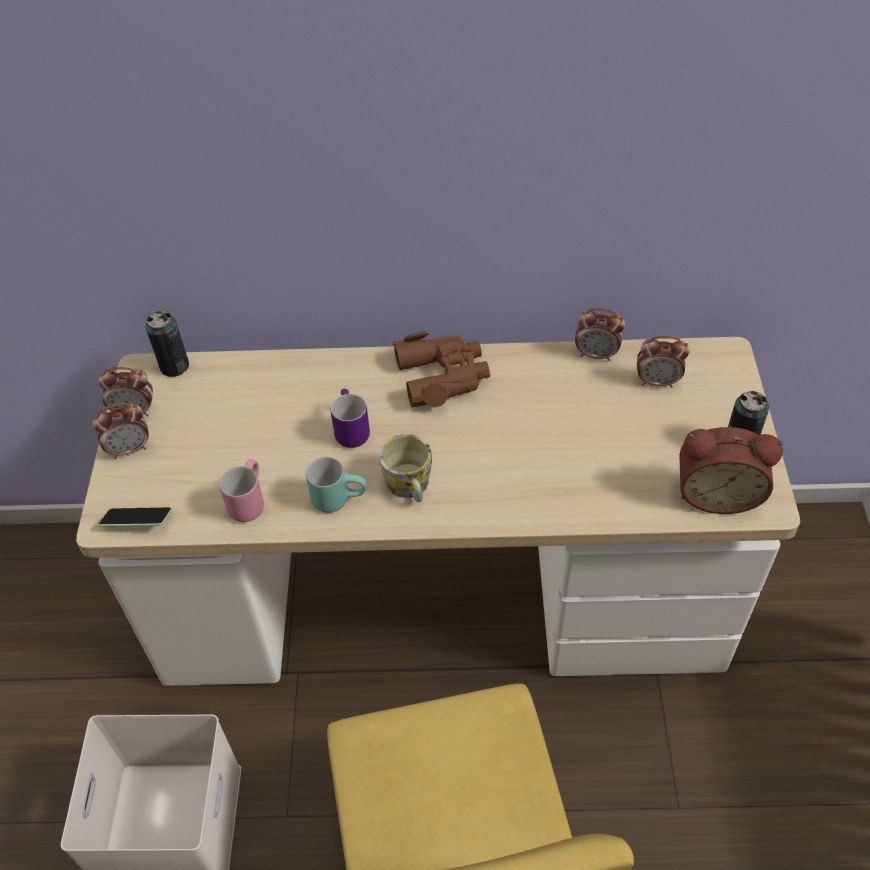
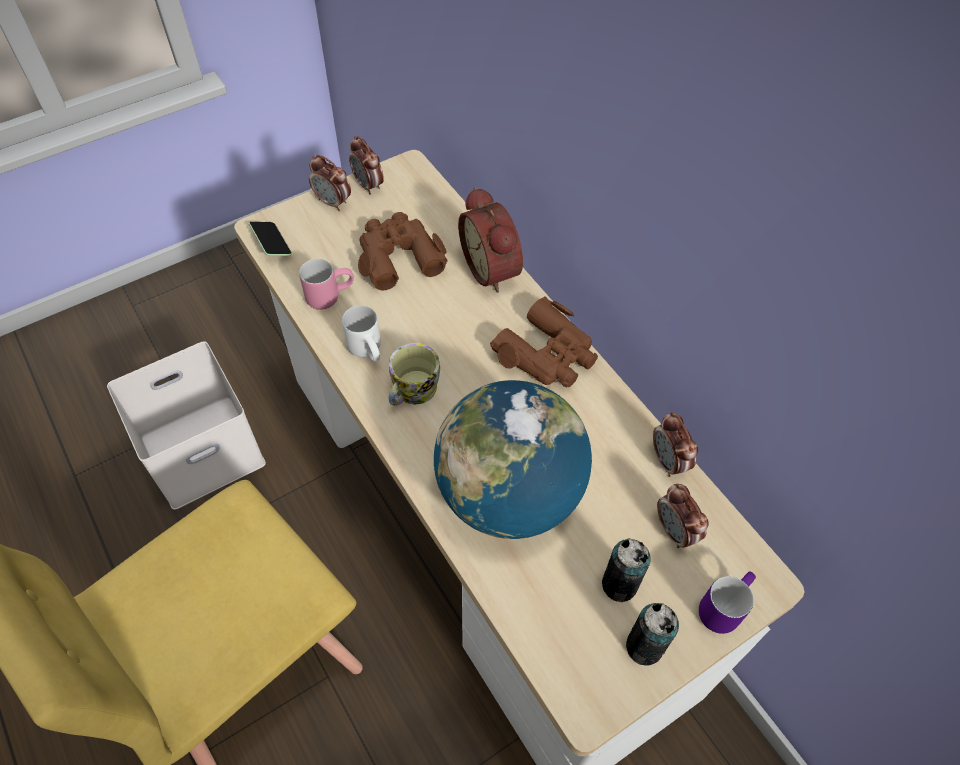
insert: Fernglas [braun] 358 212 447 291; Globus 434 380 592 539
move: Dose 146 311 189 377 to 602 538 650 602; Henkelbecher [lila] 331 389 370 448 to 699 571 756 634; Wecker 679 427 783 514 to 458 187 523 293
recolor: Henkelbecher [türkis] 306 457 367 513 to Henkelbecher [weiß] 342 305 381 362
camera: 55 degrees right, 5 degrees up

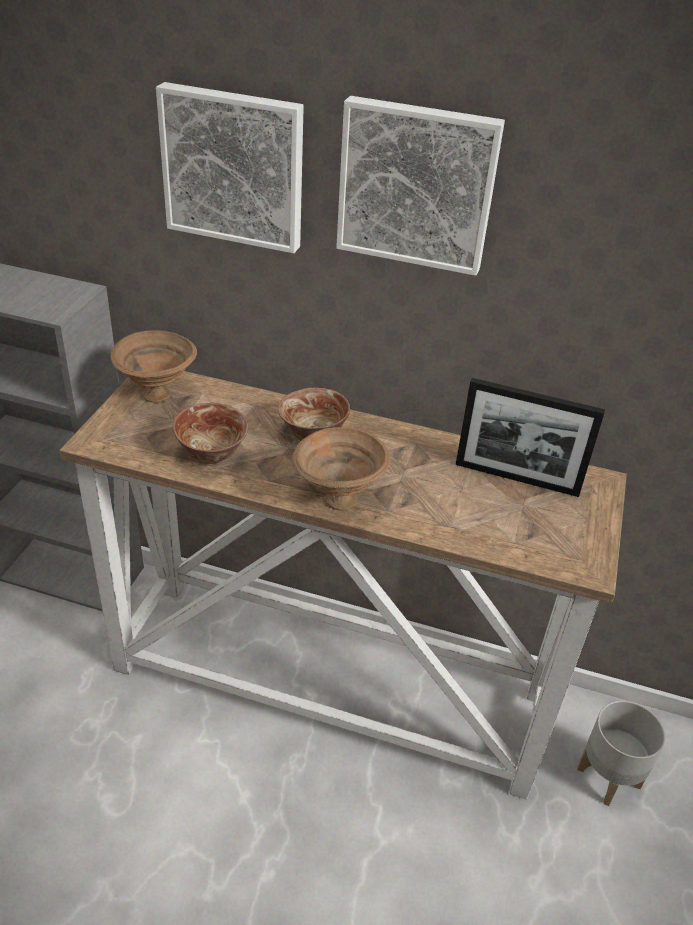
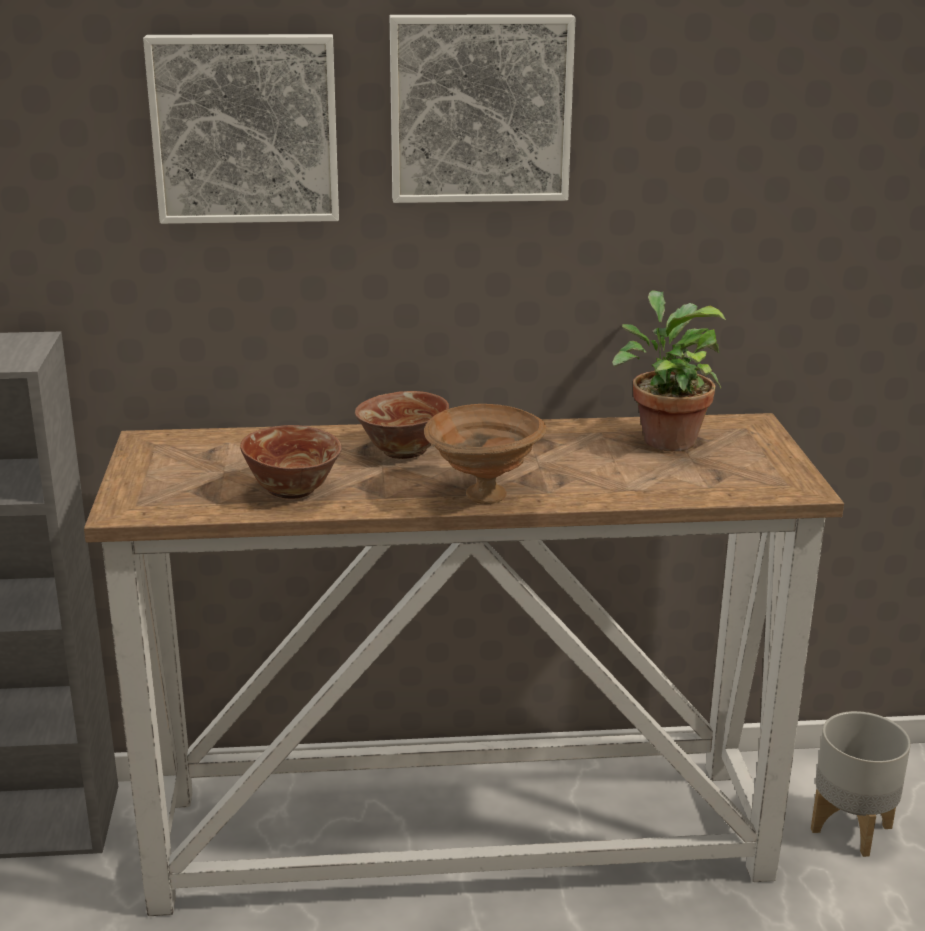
delete: Schüssel [braun] 110 330 197 403
replace: Bilderrahmen 456 378 605 497 to Topfpflanze 612 291 726 451
camera: 20 degrees left, 15 degrees down

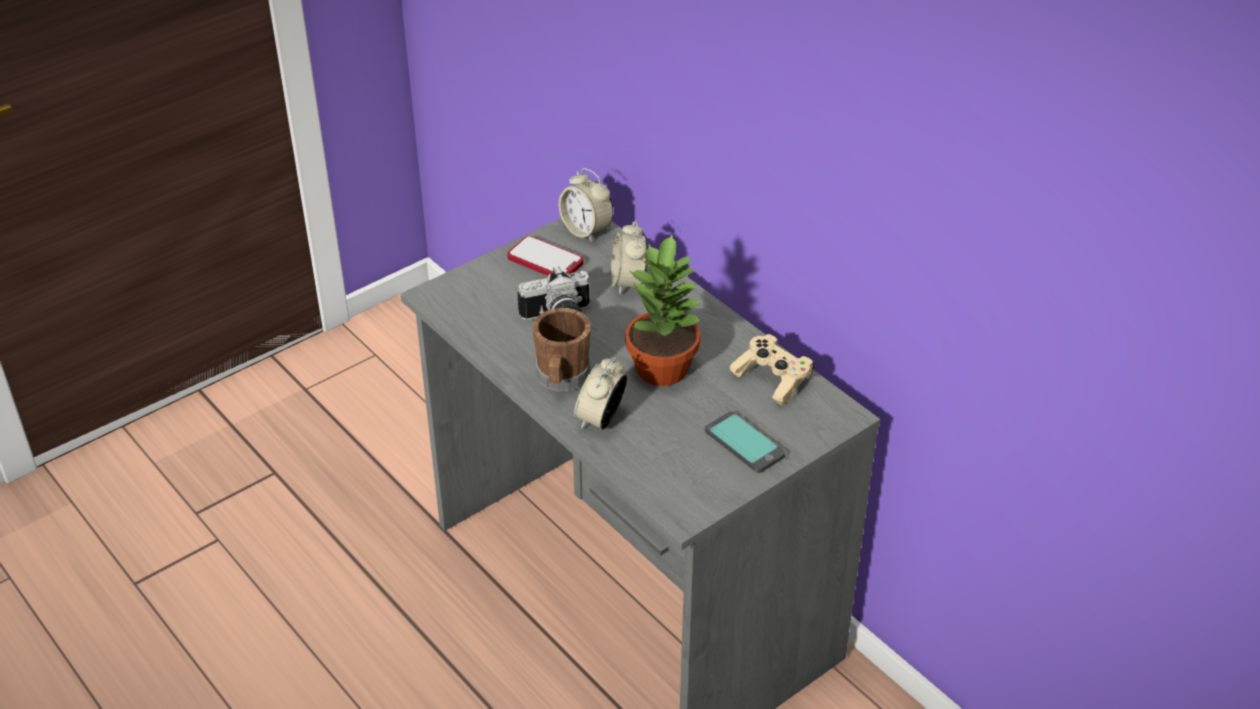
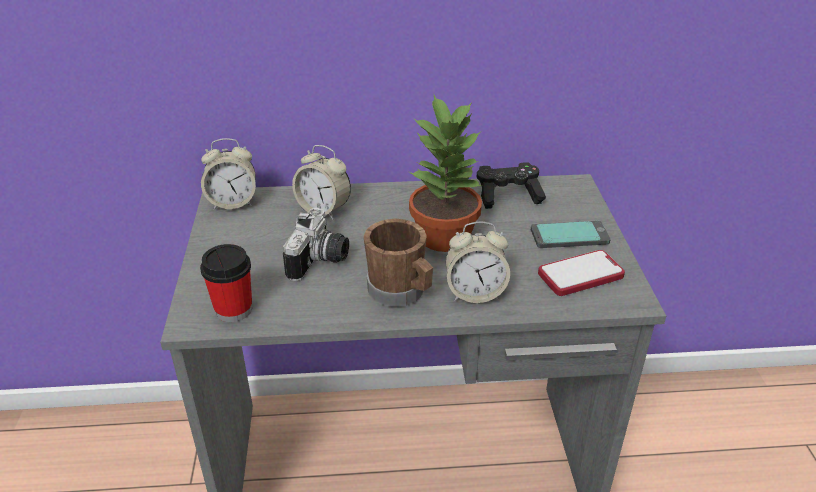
insert: Tasse 200 244 252 322
move: Handy 507 236 583 276 to 538 250 625 296
recolor: Gamepad [beige] 730 334 814 405 to Gamepad [schwarz] 477 162 546 209
rotate: Wecker 574 357 627 429 = 445 222 510 303 60 degrees counterclockwise
camera: 55 degrees left, 5 degrees down

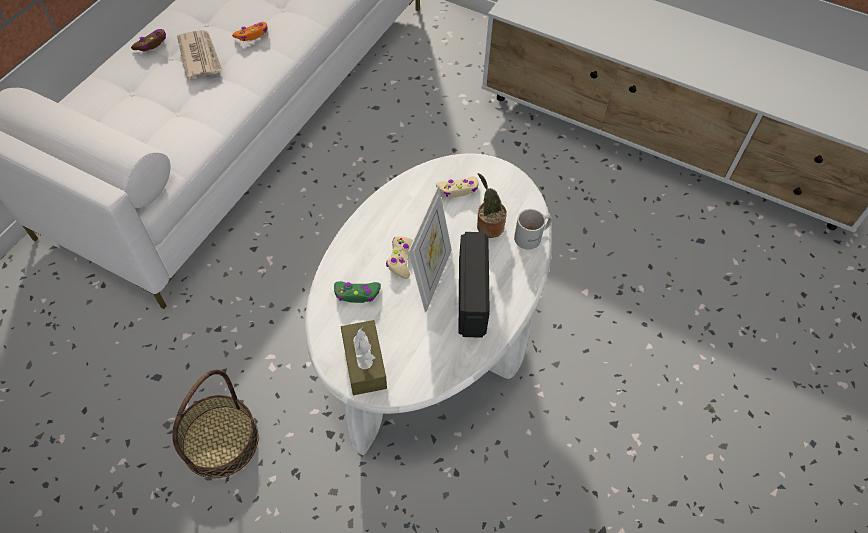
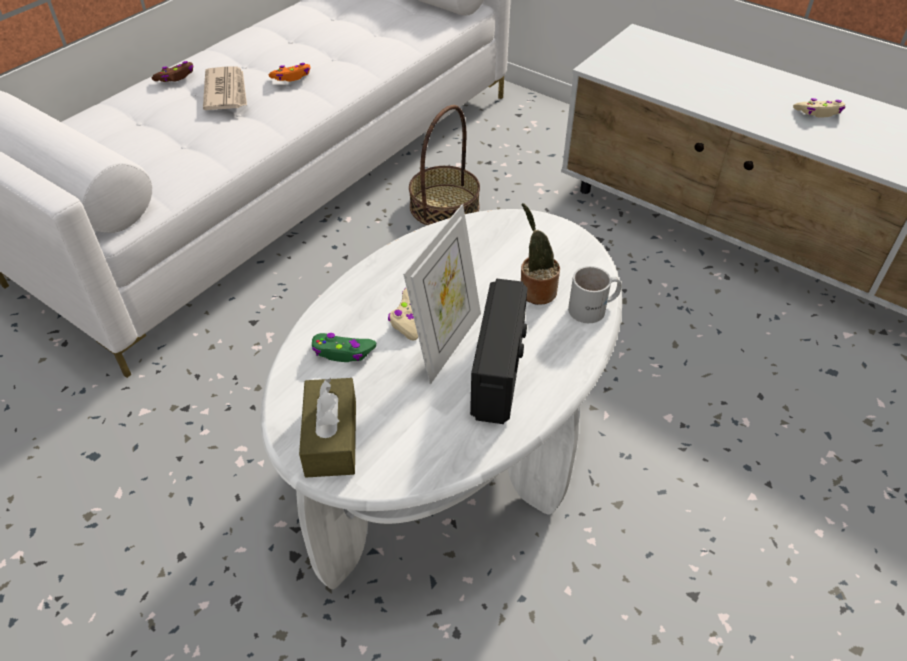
move: Gamepad [beige] 436 176 479 197 to 793 98 845 117; Korb 172 370 259 478 to 409 105 480 225
camera: 10 degrees right, 10 degrees down

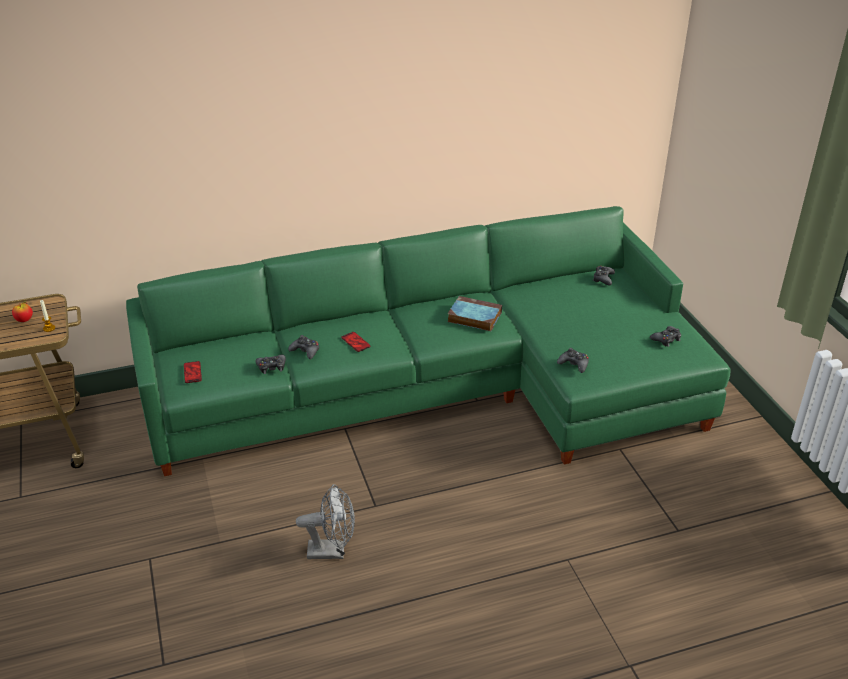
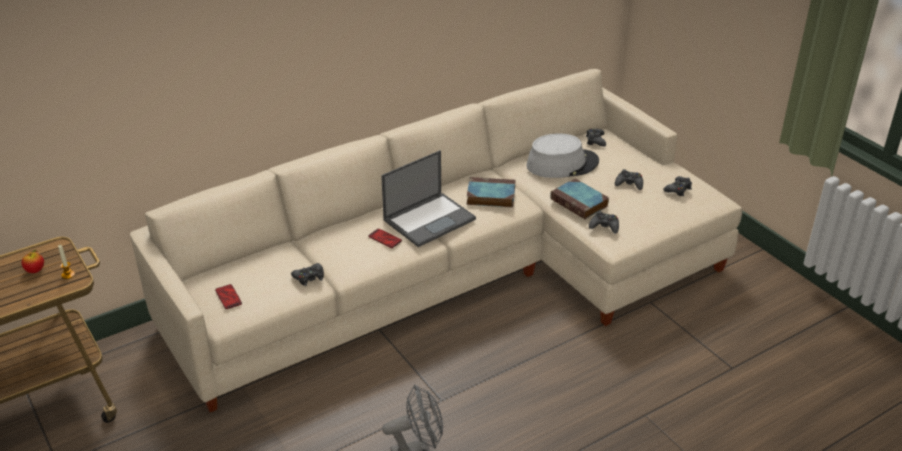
insert: Hut [grau] 526 133 599 178; Laptop 381 150 476 247; Buch 550 179 609 219
move: Gamepad [schwarz] 288 335 319 359 to 615 169 643 190
recolor: Sofa [grün] 126 206 731 476 to Sofa [beige] 130 69 742 412
camera: 15 degrees left, 0 degrees up

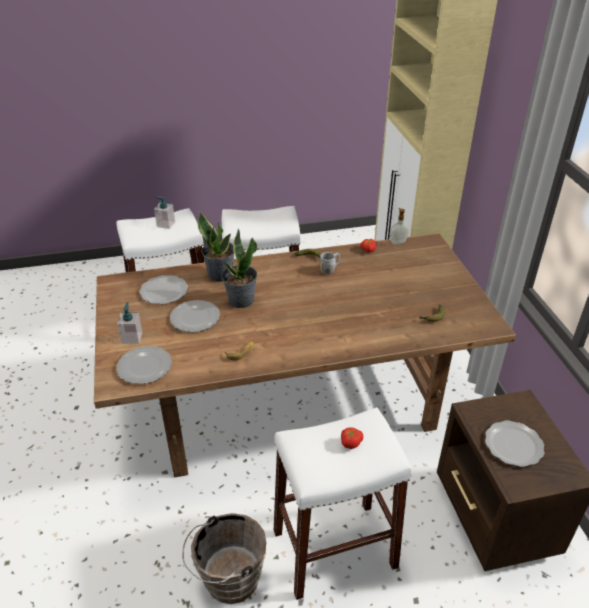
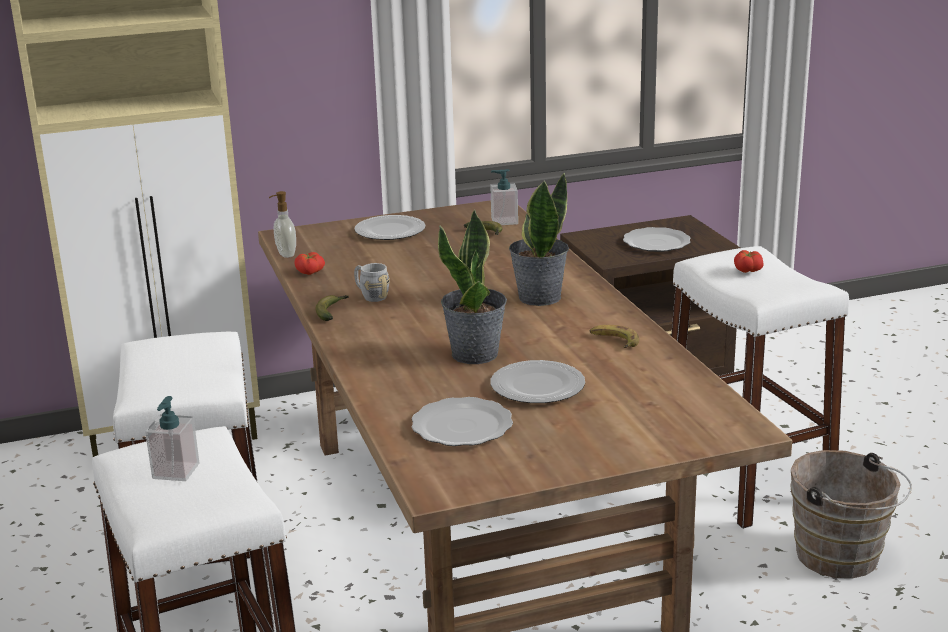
move: Topfpflanze 197 212 234 282 to 509 173 569 306; Seifenspender 117 302 142 344 to 490 169 518 225; Teller 117 346 172 384 to 354 215 425 240
camera: 95 degrees left, 15 degrees down

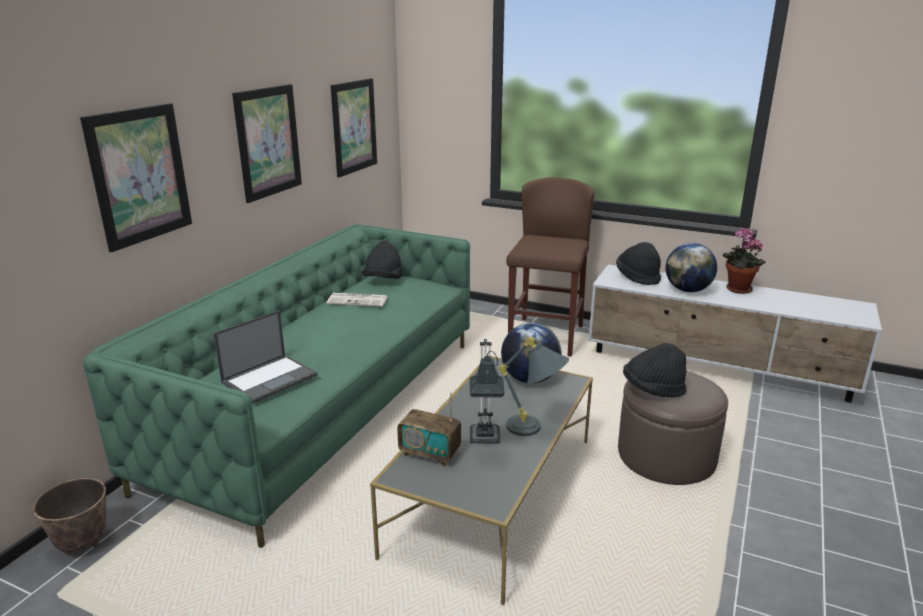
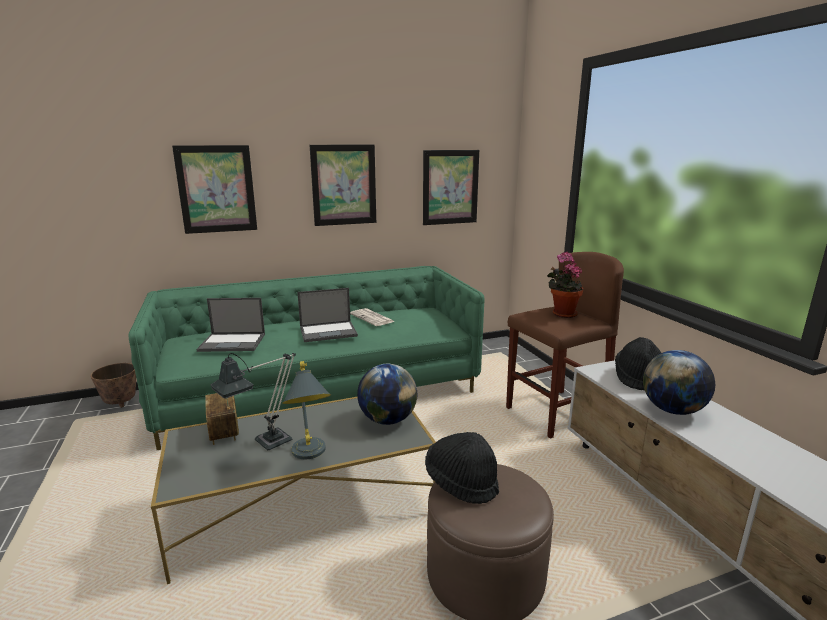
delete: Hut [schwarz] 362 241 403 279
insert: Laptop 297 288 358 342
move: Topfpflanze 723 228 766 294 to 547 252 583 318
camera: 45 degrees right, 5 degrees down

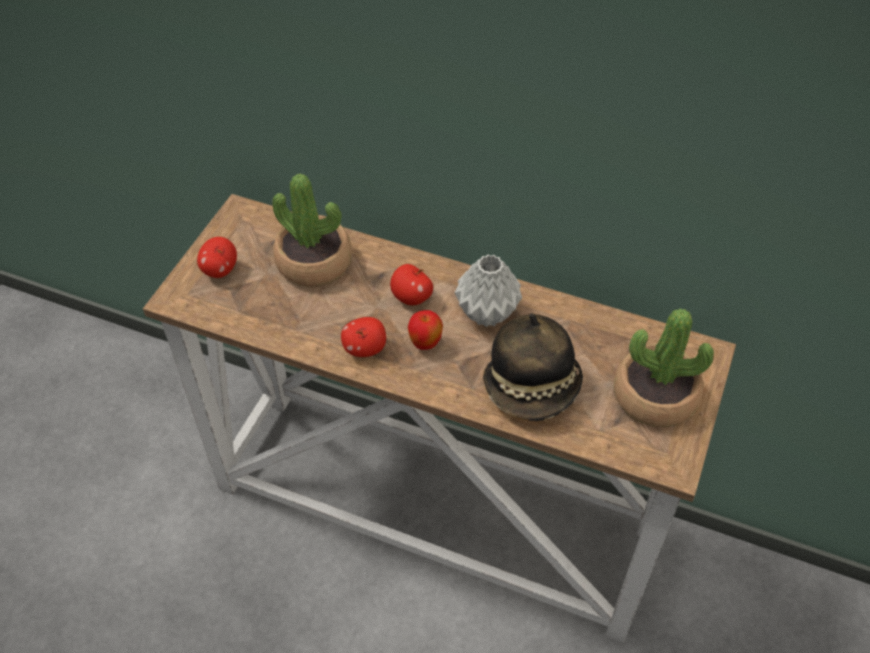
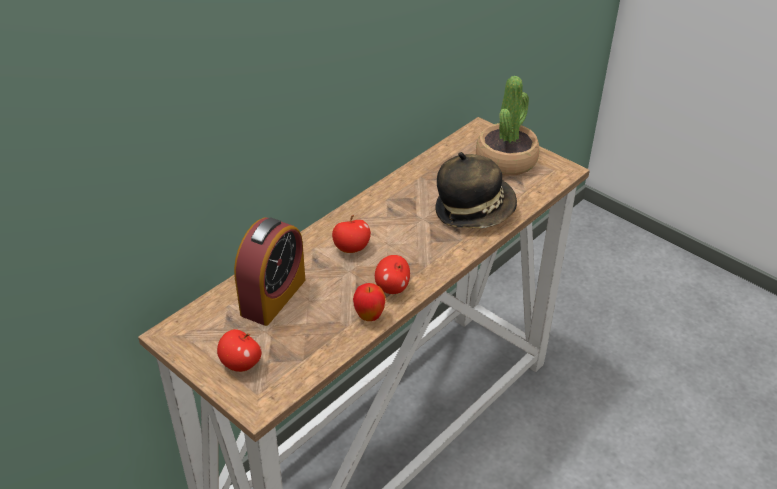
delete: Vase [grau] 455 254 522 327
move: Apfel 408 310 443 350 to 353 283 386 321
replace: Topfpflanze 272 174 352 287 to Wecker 234 217 305 326
camera: 70 degrees left, 10 degrees down

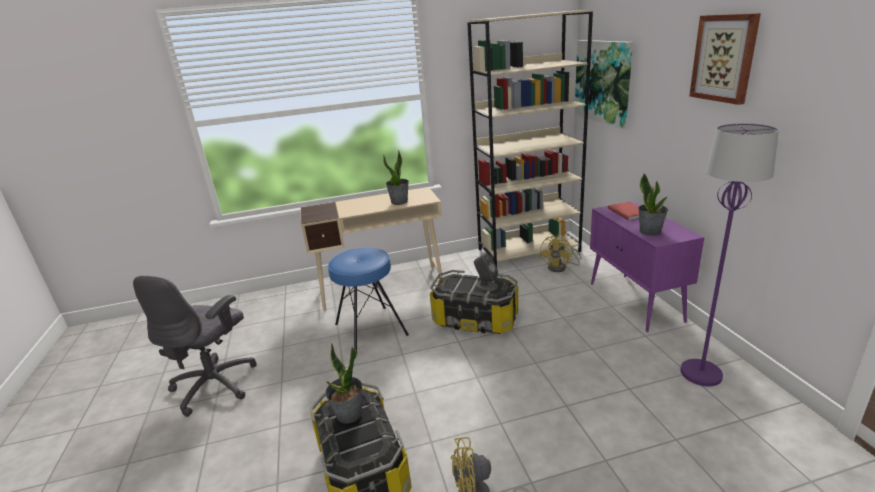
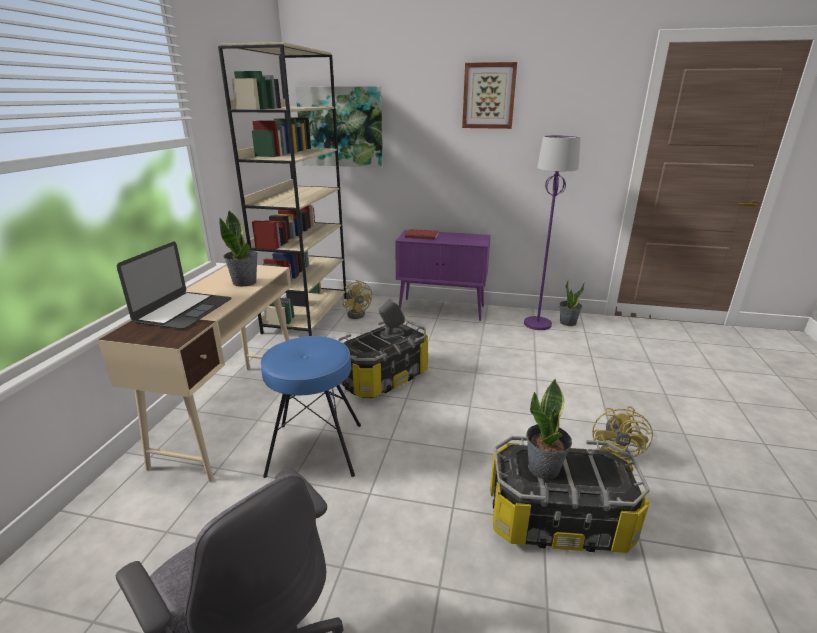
insert: Laptop 117 242 231 329
move: Topfpflanze 638 173 668 236 to 559 281 585 326
camera: 65 degrees left, 0 degrees up

